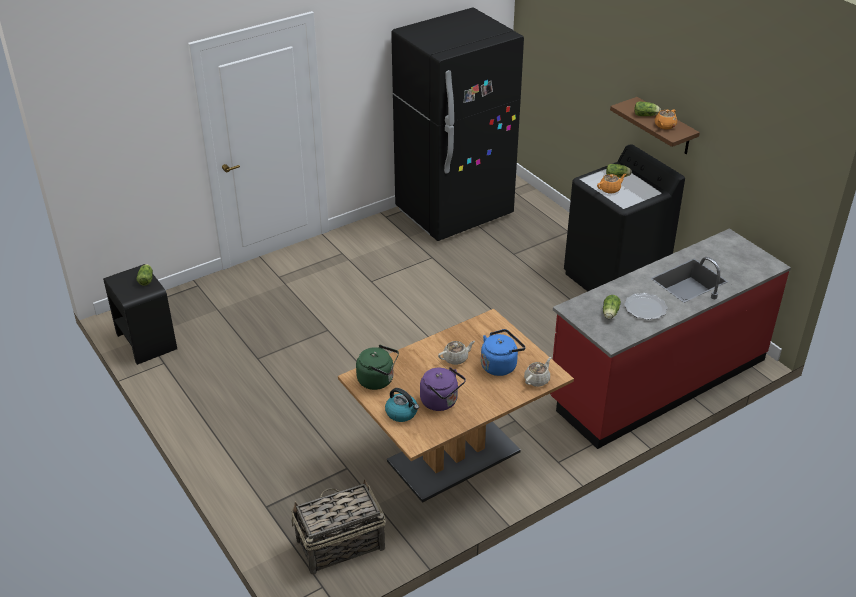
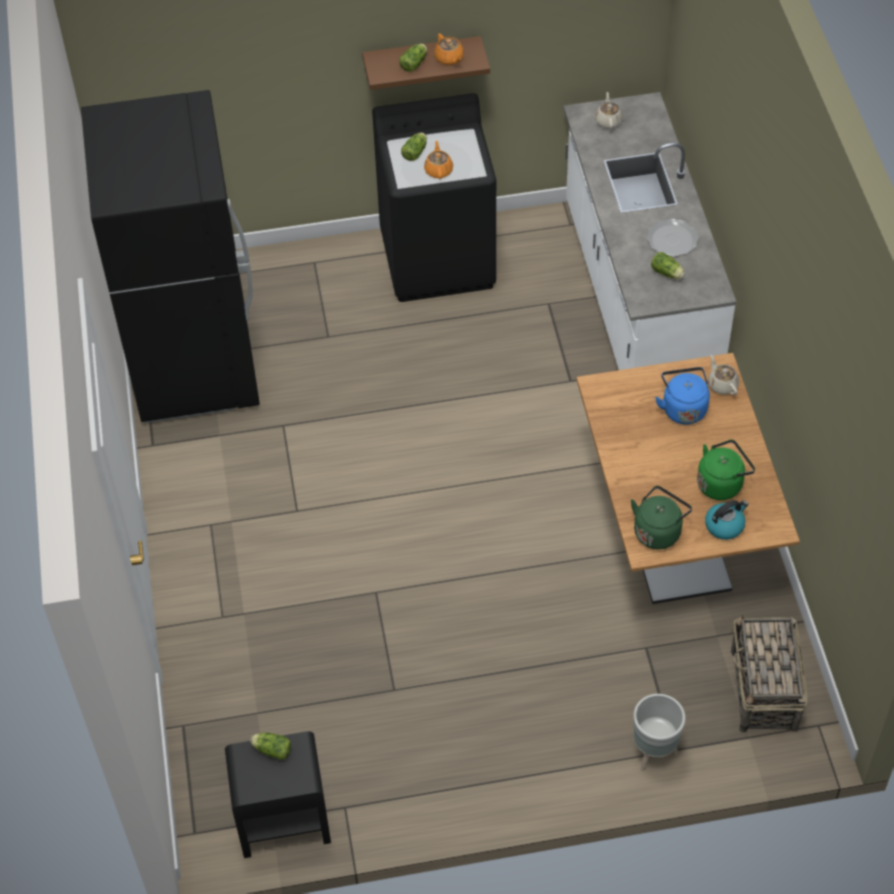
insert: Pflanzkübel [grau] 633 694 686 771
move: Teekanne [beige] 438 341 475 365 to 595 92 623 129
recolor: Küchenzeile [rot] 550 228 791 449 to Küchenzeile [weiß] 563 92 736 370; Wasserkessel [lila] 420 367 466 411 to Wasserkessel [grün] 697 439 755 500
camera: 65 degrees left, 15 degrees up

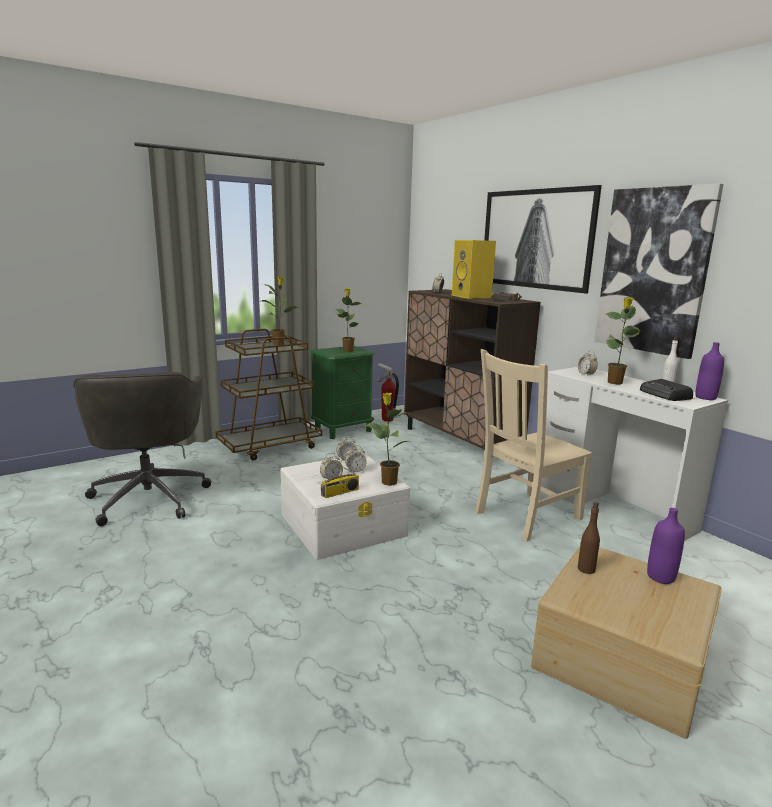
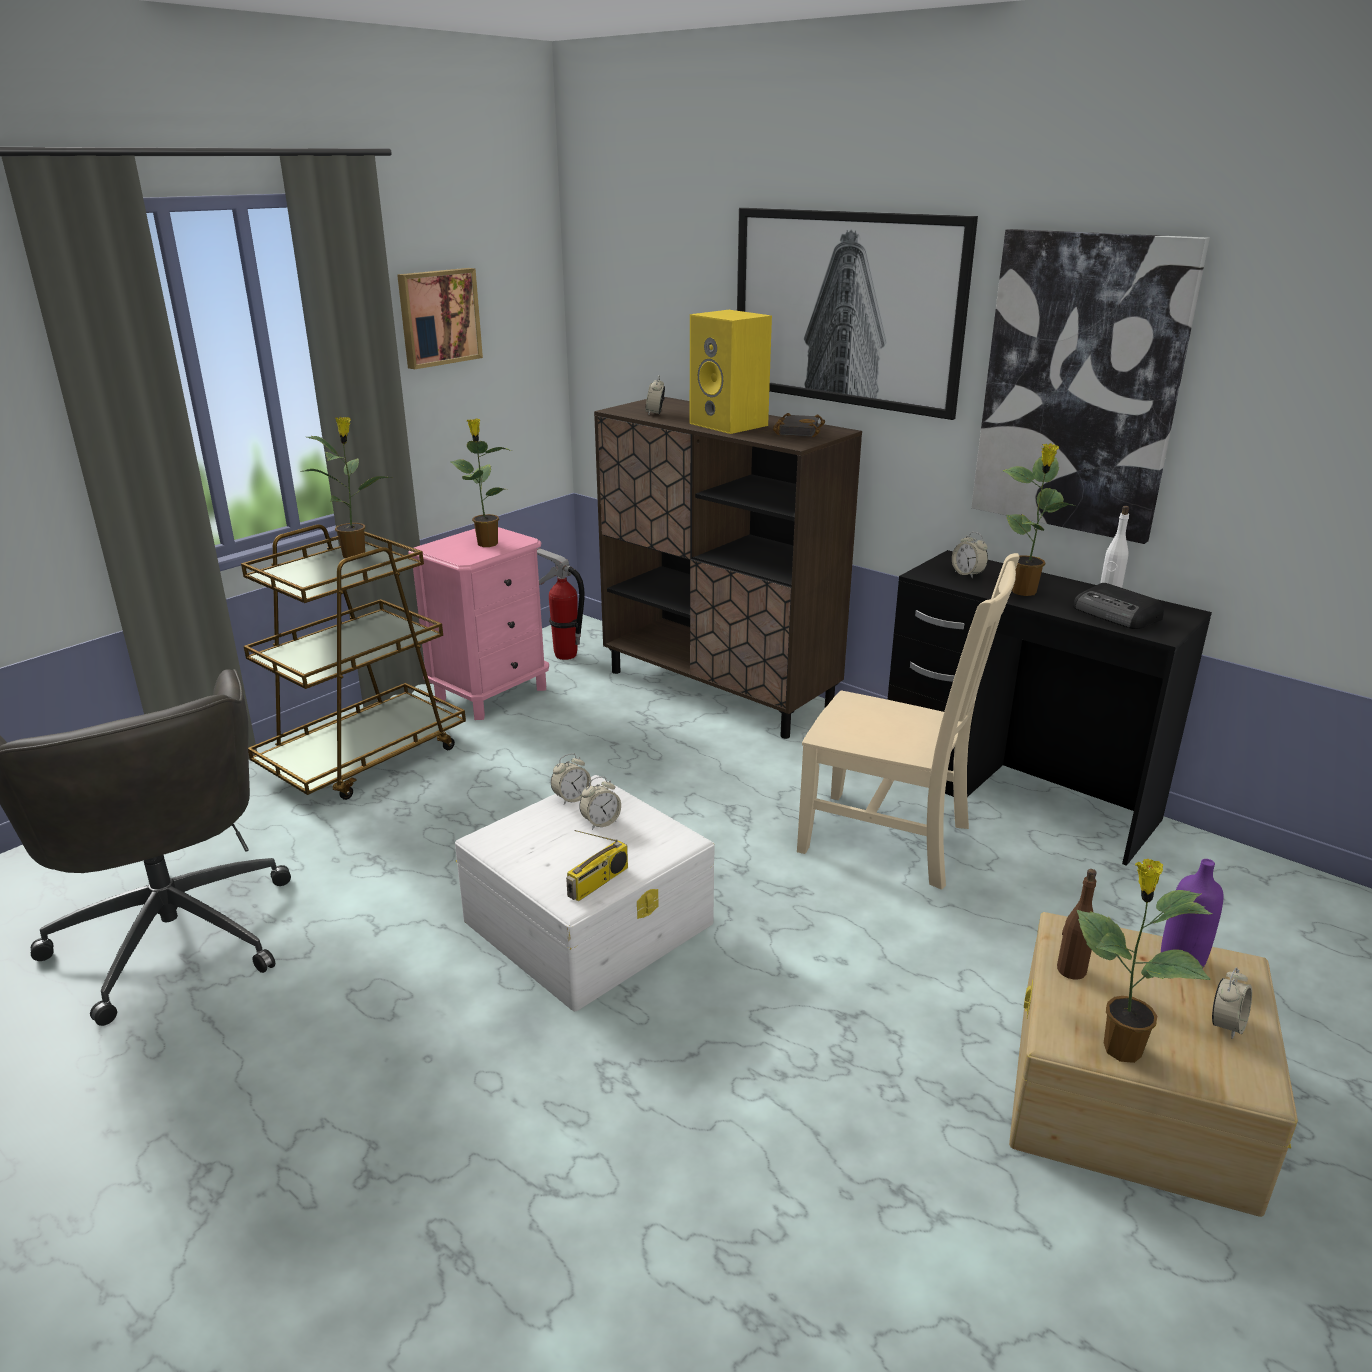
delete: Flasche [lila] 696 342 724 400
insert: Bild 397 268 483 369
move: Topfpflanze 365 392 415 486 to 1077 859 1213 1063; Wecker 320 453 343 480 to 1212 967 1252 1039
recolor: Nachttisch [grün] 310 346 375 439 to Nachttisch [rosa] 408 527 549 720; Schreibtisch [weiß] 541 367 728 541 to Schreibtisch [schwarz] 888 550 1212 866
rotate: Stuhl [beige] 475 349 592 542 = 797 553 1020 890 105 degrees counterclockwise
camera: 15 degrees left, 10 degrees up

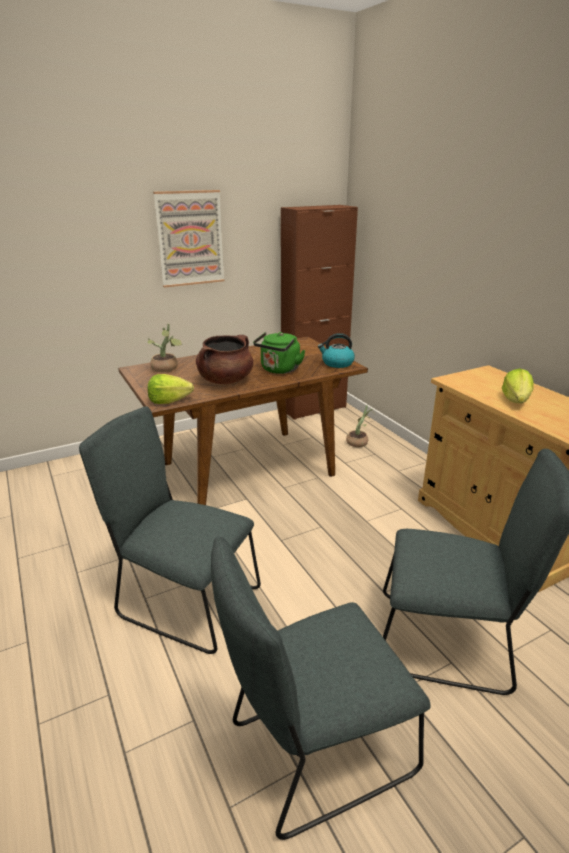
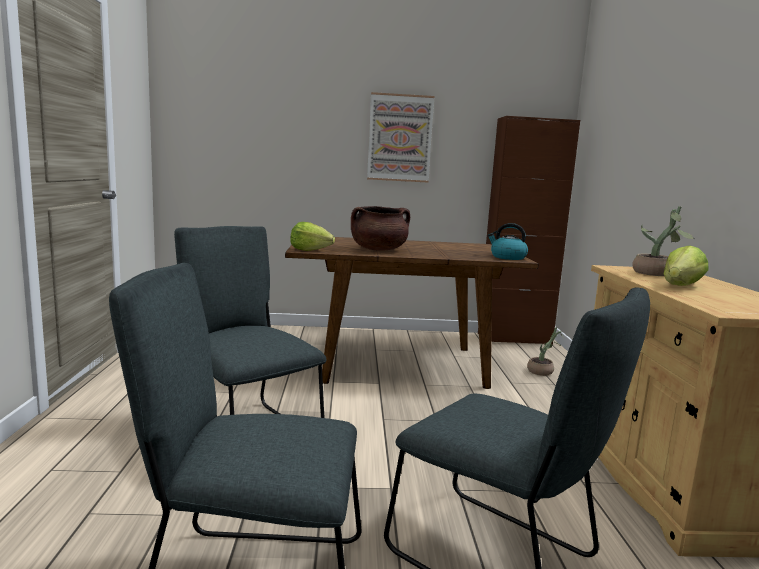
delete: Wasserkessel [grün] 253 332 306 374
move: Topfpflanze 148 323 182 372 to 632 206 694 276
camera: 25 degrees right, 15 degrees down

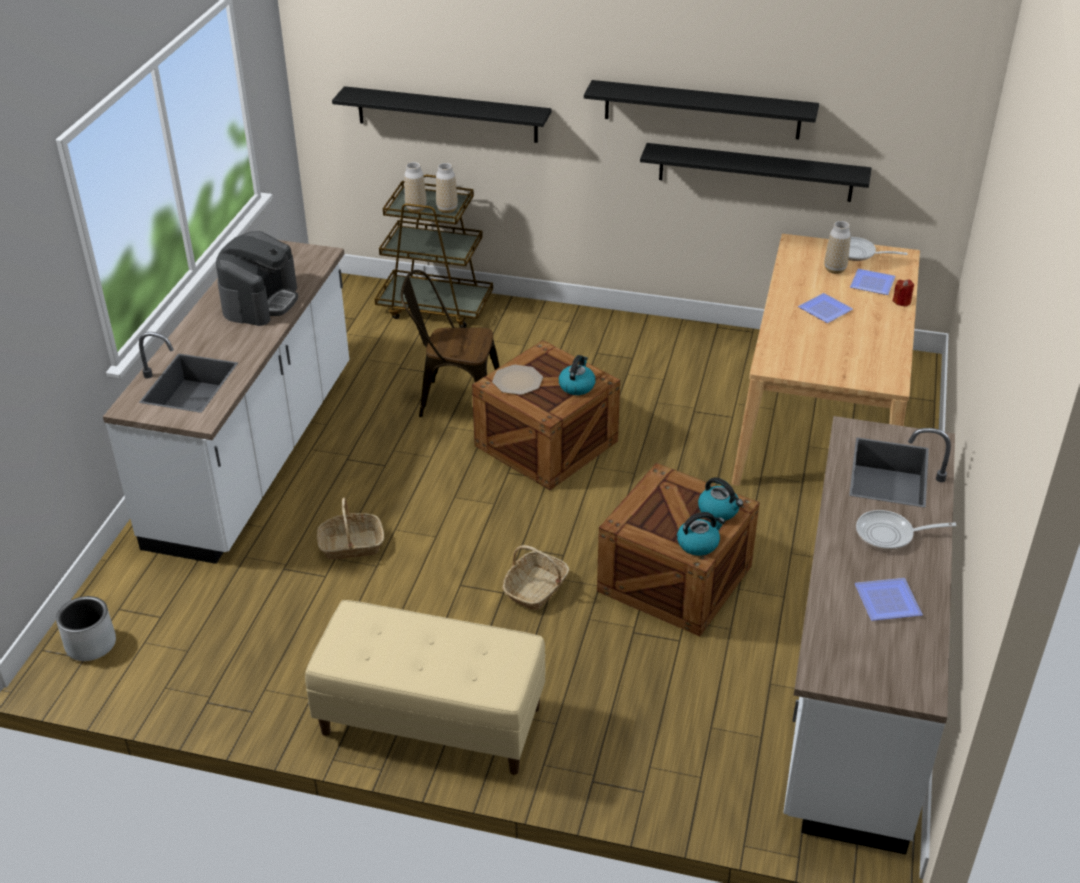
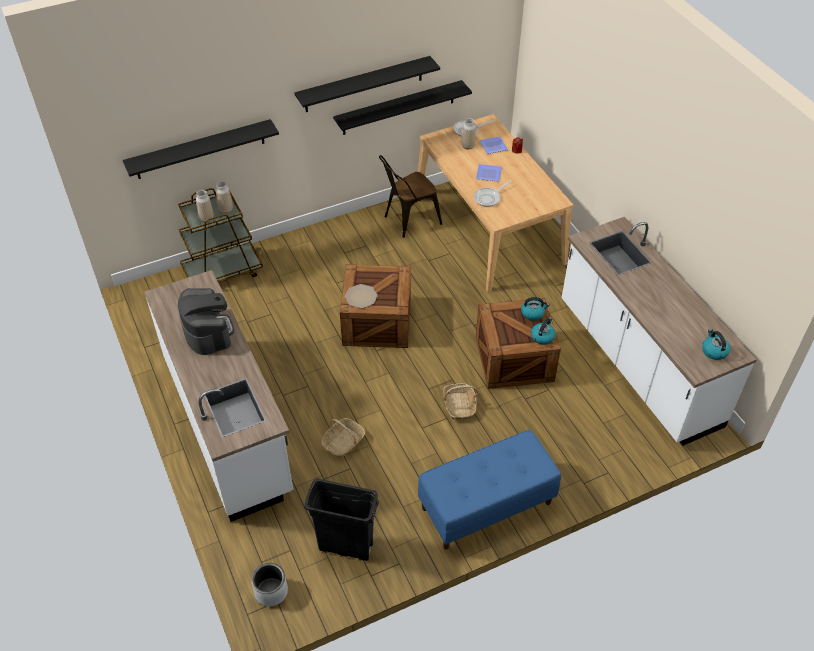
delete: Teller 854 578 923 621
insert: Mülleimer [schwarz] 304 479 379 561
move: Stuhl [braun] 401 270 499 417 to 379 155 442 238; Wasserkessel 559 355 596 395 to 702 329 730 360; Pfanne 856 510 957 551 to 474 180 512 207
recolor: Bank [beige] 305 600 546 775 to Bank [blau] 418 430 561 550
camera: 40 degrees left, 10 degrees up

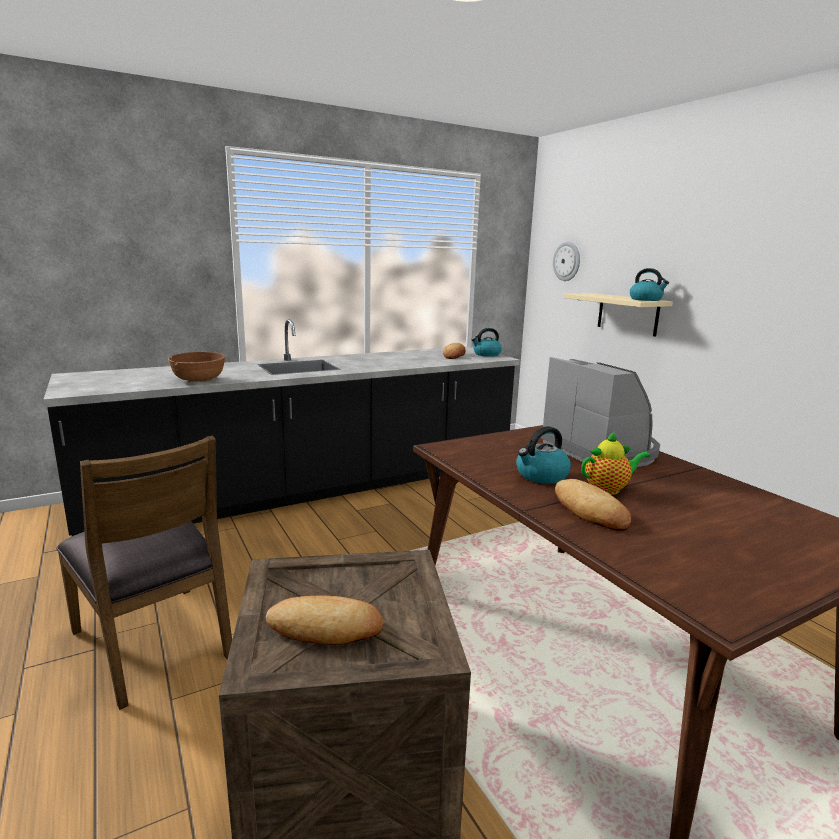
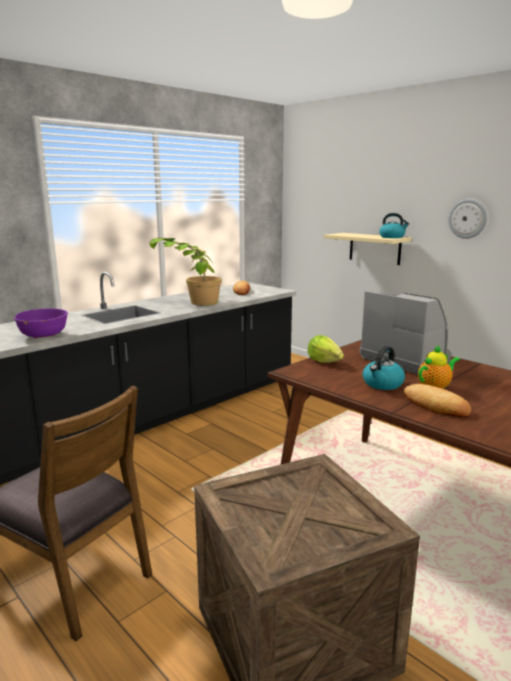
delete: Wasserkessel 471 328 502 357; Brot 266 596 383 645
insert: Topfpflanze 149 238 222 306; Salatkopf 307 335 344 363
move: Wanduhr 553 242 580 281 to 448 199 487 239
recolor: Schüssel [braun] 168 352 226 382 to Schüssel [lila] 14 308 68 339
camera: 15 degrees left, 0 degrees up

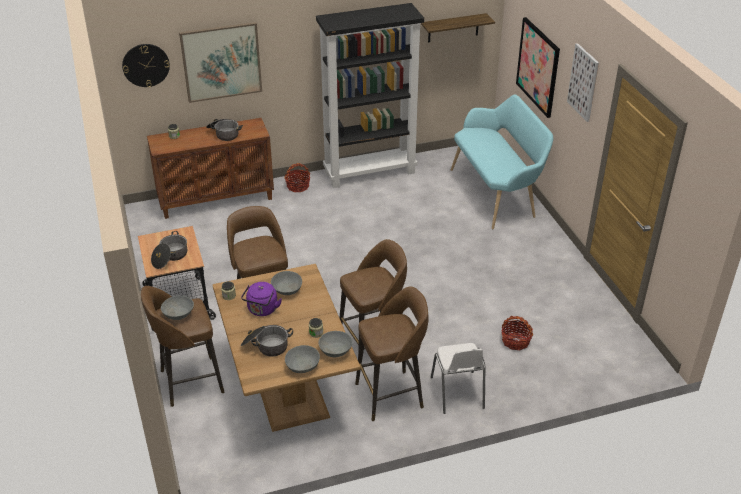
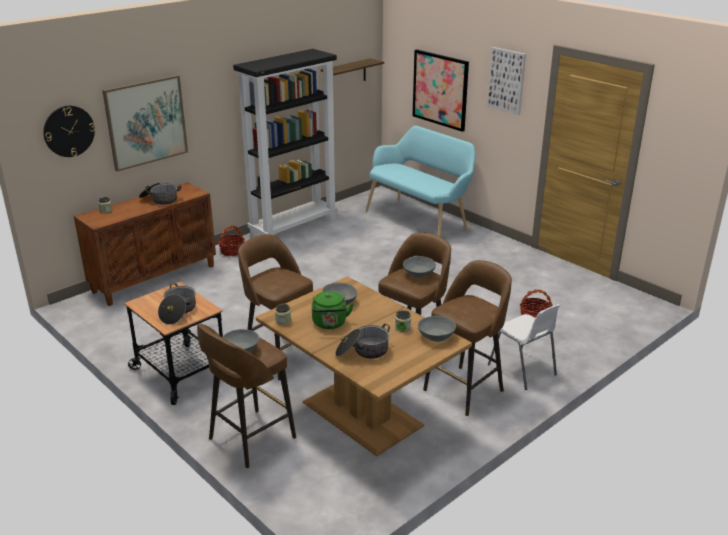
move: Schüssel [grau] 285 345 320 373 to 403 256 436 278
recolor: Wasserkessel [lila] 241 282 282 316 to Wasserkessel [grün] 312 291 354 329
camera: 25 degrees left, 10 degrees down

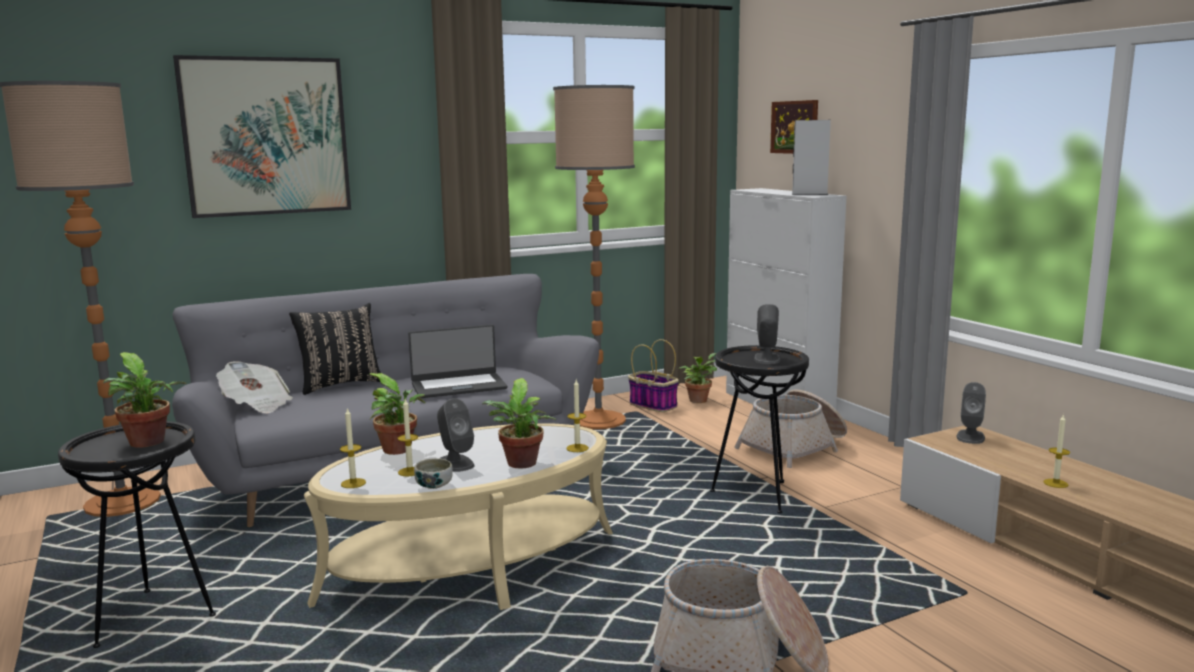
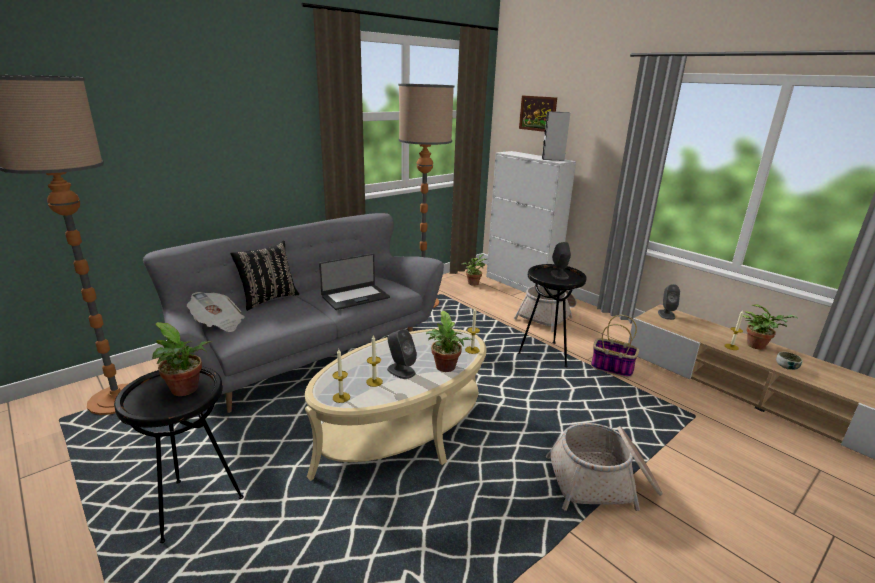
delete: Bild 173 55 351 218
move: Korb 628 339 679 412 to 591 315 639 378; Topfpflanze 368 373 425 455 to 743 304 798 350; Schüssel 414 458 453 489 to 776 352 803 370
camera: 15 degrees left, 10 degrees up

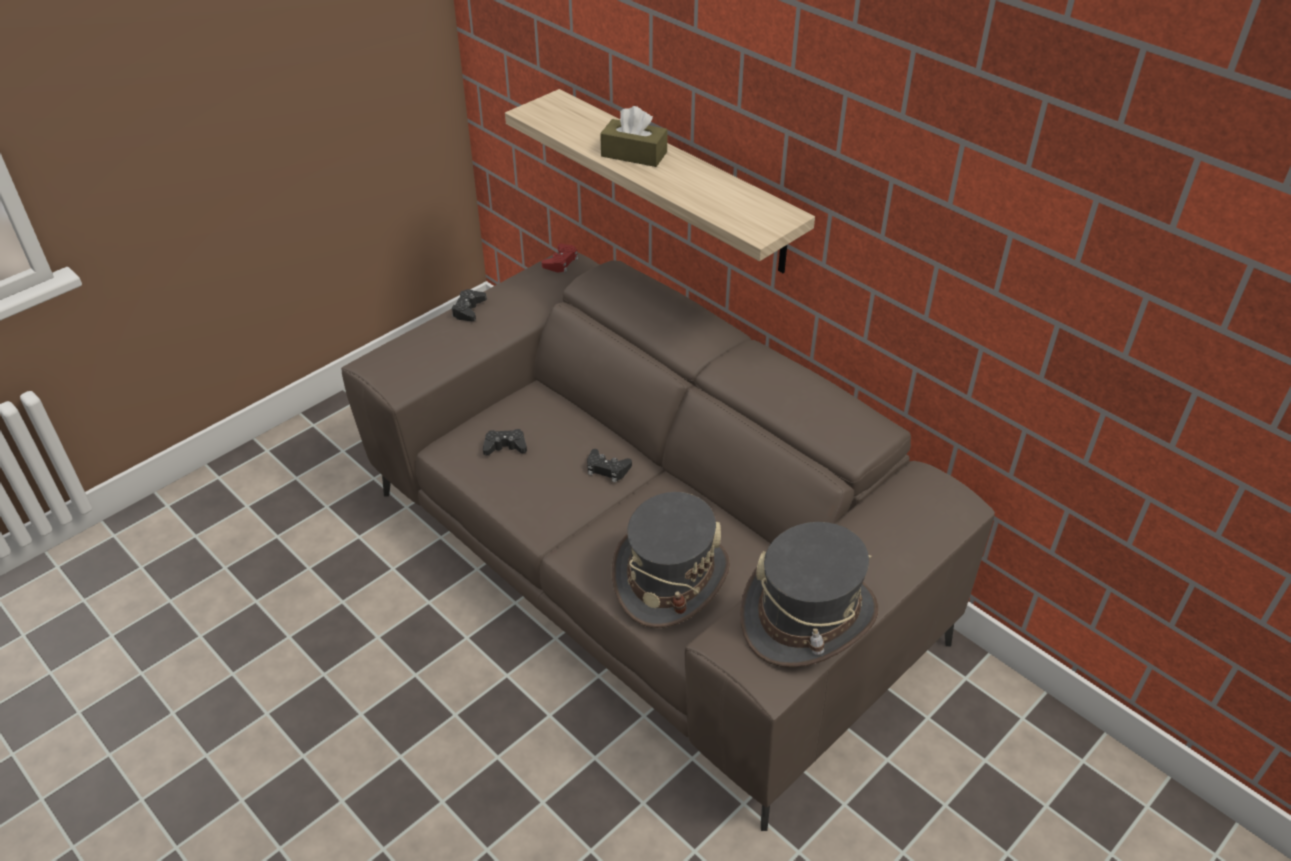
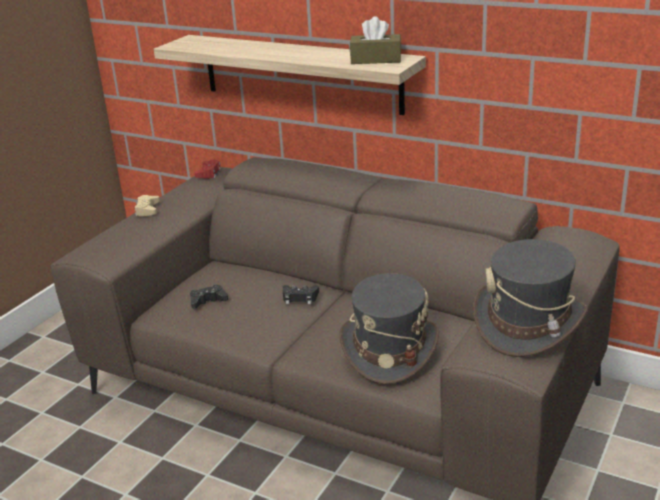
move: Taschentuchbox [braun] 600 106 668 167 to 350 16 401 64
recolor: Gamepad [schwarz] 452 289 487 321 to Gamepad [beige] 135 195 160 217
camera: 15 degrees left, 15 degrees down

